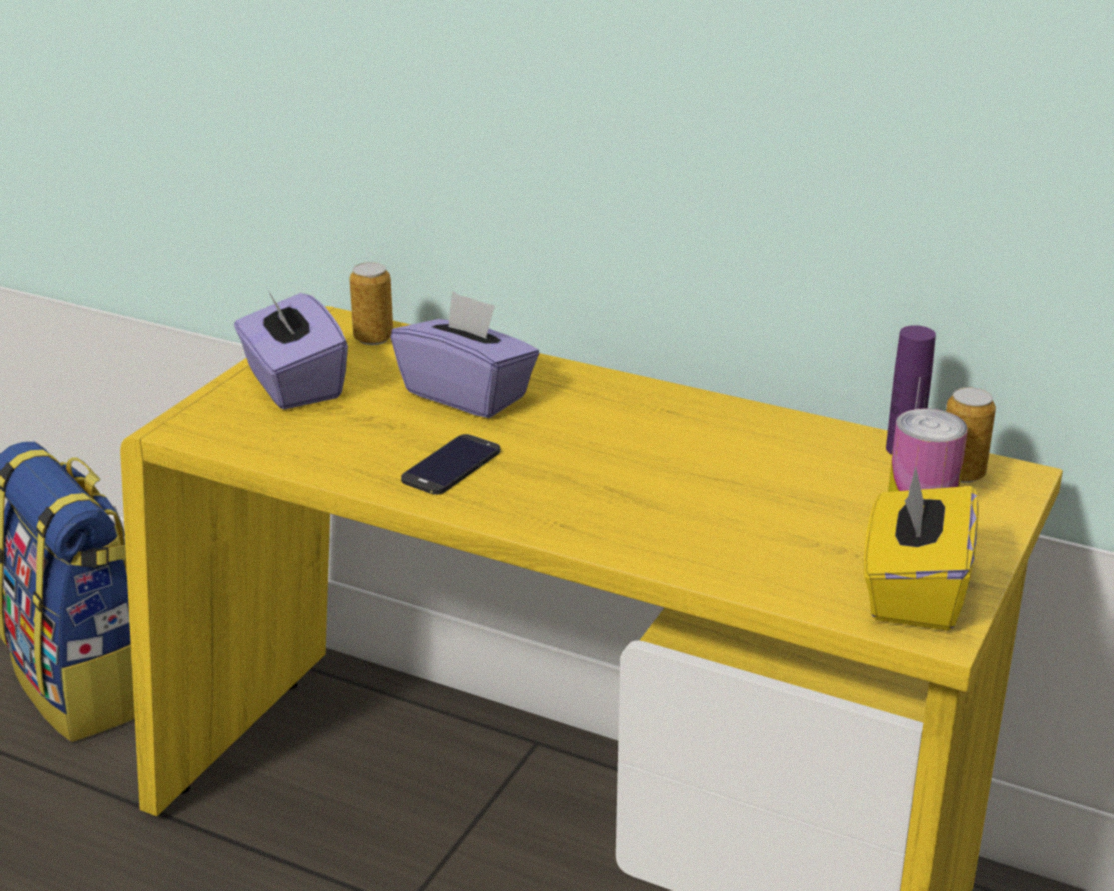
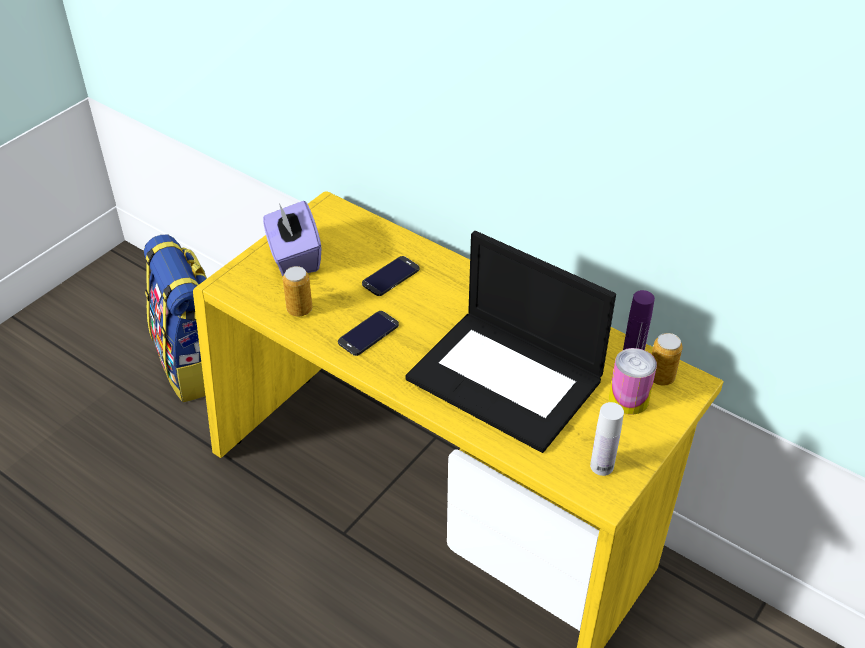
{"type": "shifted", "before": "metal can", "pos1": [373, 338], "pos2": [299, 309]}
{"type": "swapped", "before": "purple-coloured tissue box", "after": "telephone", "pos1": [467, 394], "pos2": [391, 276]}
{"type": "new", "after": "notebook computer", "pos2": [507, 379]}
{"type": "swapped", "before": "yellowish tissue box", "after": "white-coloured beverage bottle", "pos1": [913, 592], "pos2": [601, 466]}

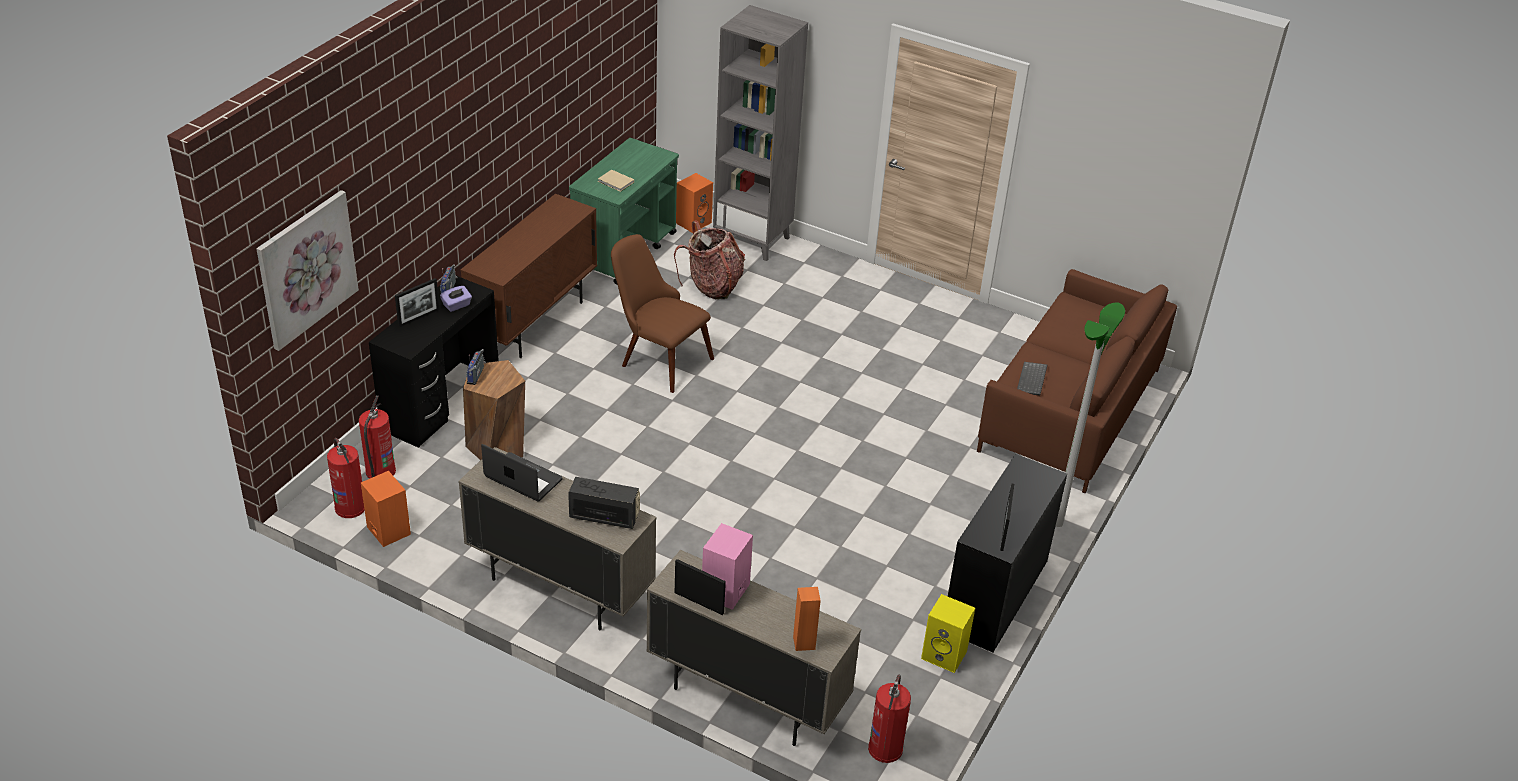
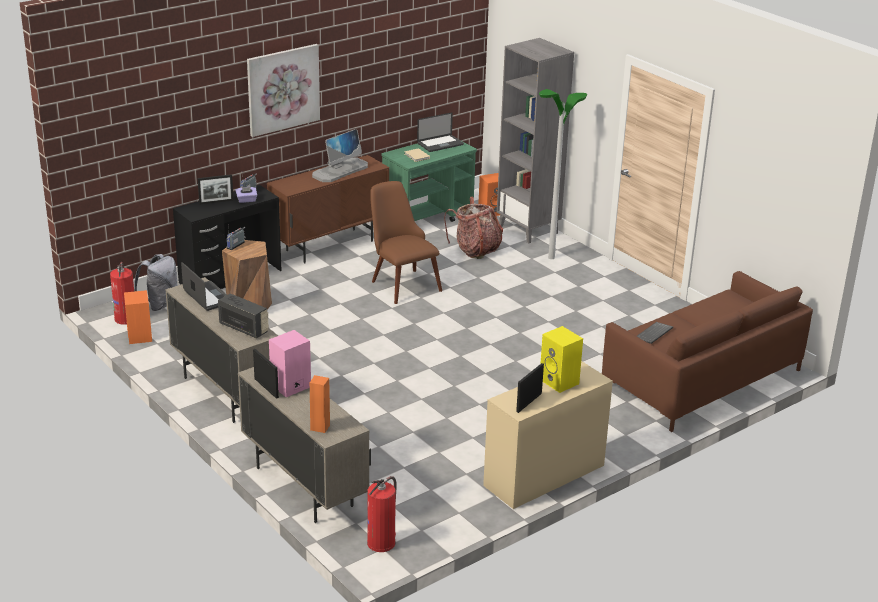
{"type": "swapped", "before": "fire-fighting cylinder", "after": "grey backpack", "pos1": [380, 472], "pos2": [160, 304]}
{"type": "shifted", "before": "picture", "pos1": [307, 269], "pos2": [283, 89]}
{"type": "new", "after": "computer display", "pos2": [340, 170]}
{"type": "new", "after": "notebook computer", "pos2": [440, 144]}
{"type": "repainted", "before": "black desk table", "after": "beige desk table", "pos1": [996, 595], "pos2": [544, 476]}
{"type": "shifted", "before": "floor lamp", "pos1": [1058, 523], "pos2": [551, 257]}
{"type": "shifted", "before": "yellowish loudspeaker", "pos1": [945, 655], "pos2": [560, 382]}

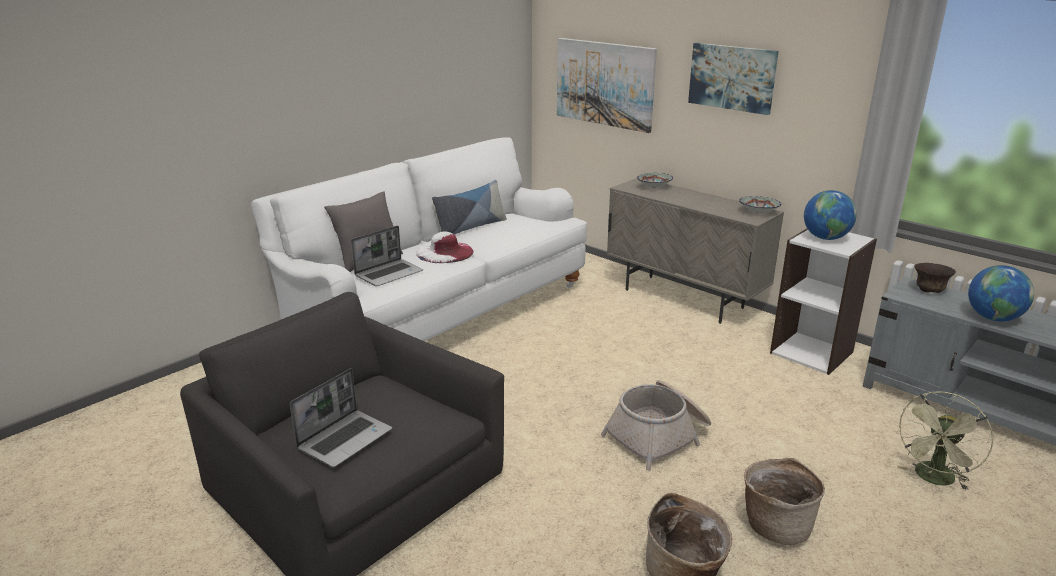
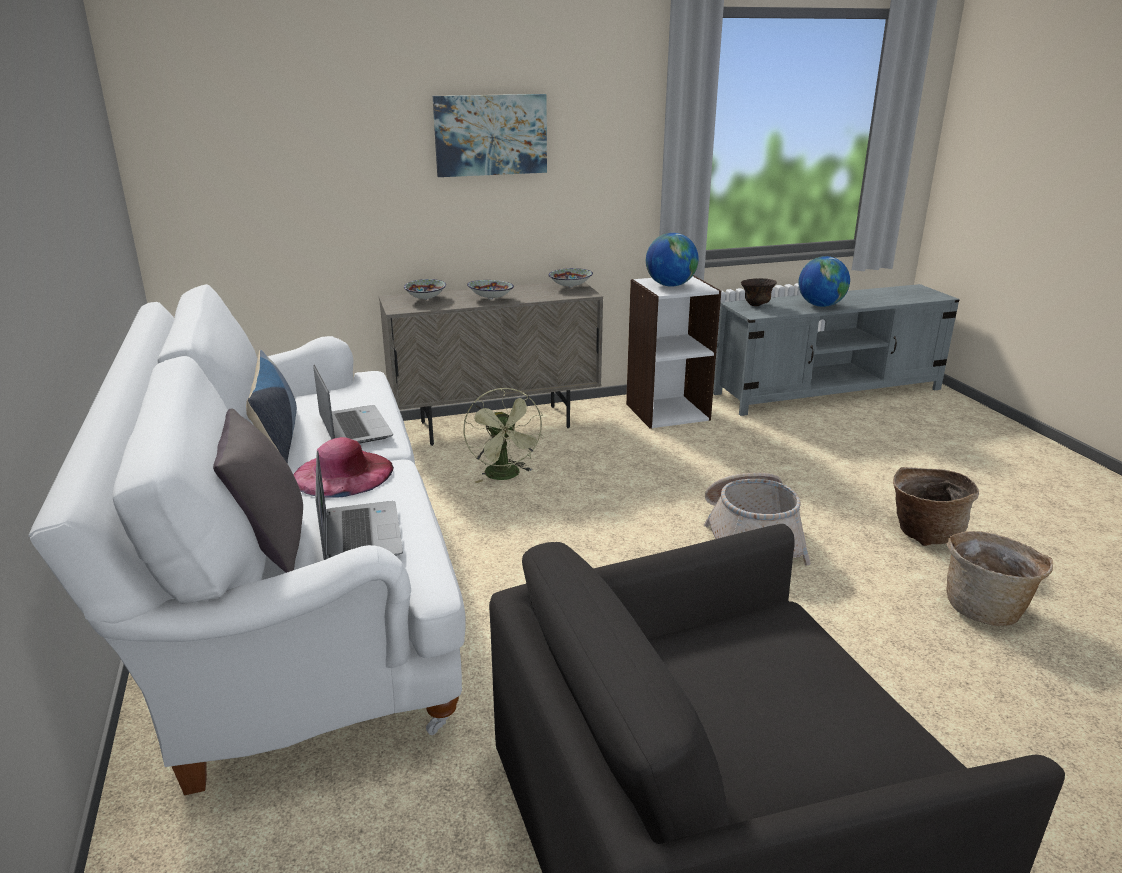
{"type": "repainted", "before": "white-coloured hat", "after": "pink-coloured hat", "pos1": [444, 252], "pos2": [343, 473]}
{"type": "shifted", "before": "notebook computer", "pos1": [345, 439], "pos2": [353, 427]}
{"type": "shifted", "before": "green cooling fan", "pos1": [933, 479], "pos2": [506, 476]}
{"type": "new", "after": "bowl", "pos2": [490, 298]}
{"type": "gone", "before": "picture", "pos1": [604, 83]}

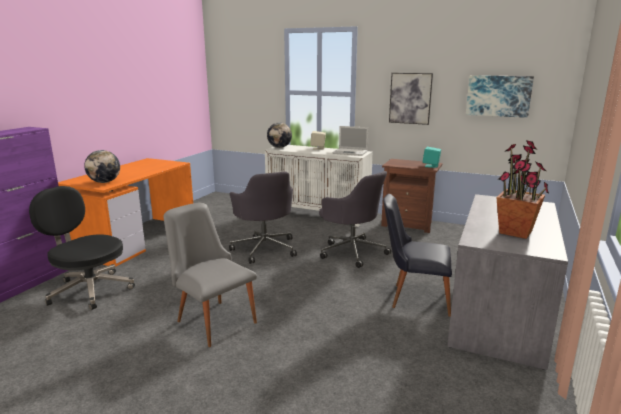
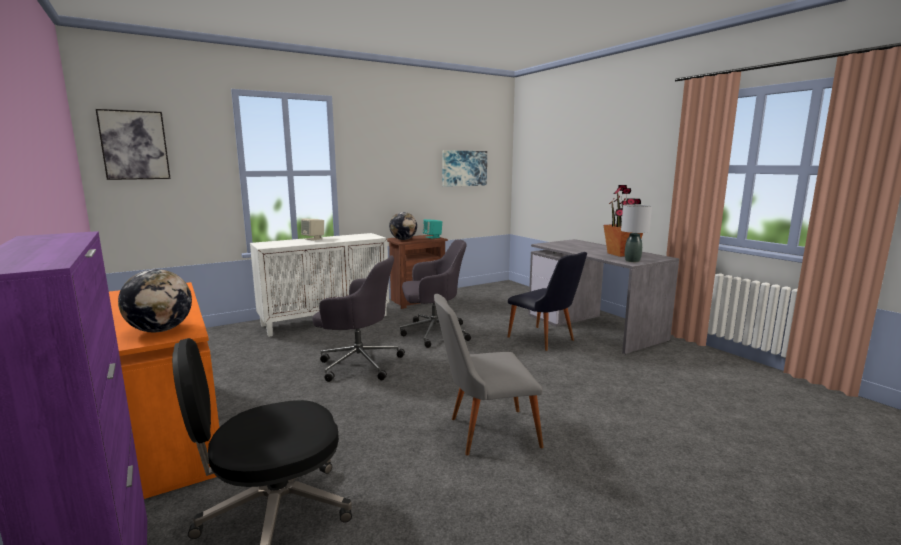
{"type": "shifted", "before": "picture", "pos1": [410, 98], "pos2": [134, 145]}
{"type": "shifted", "before": "desk globe", "pos1": [279, 147], "pos2": [403, 239]}
{"type": "rotated", "before": "black plain chair", "pos1": [414, 297], "pos2": [545, 340], "turn": -90}
{"type": "new", "after": "grey tabletop lamp", "pos2": [632, 261]}
{"type": "gone", "before": "notebook computer", "pos1": [351, 152]}

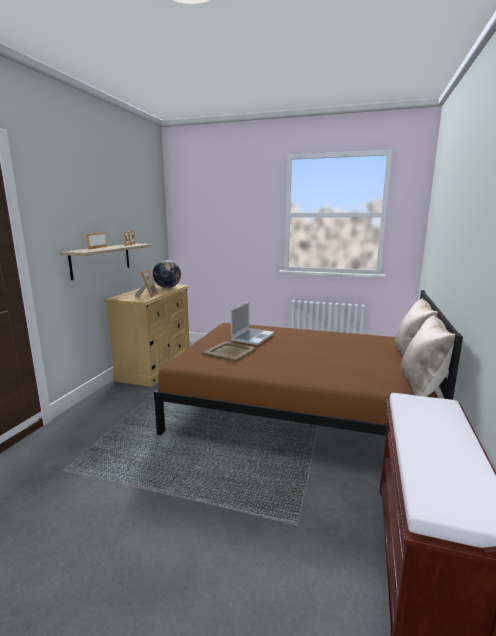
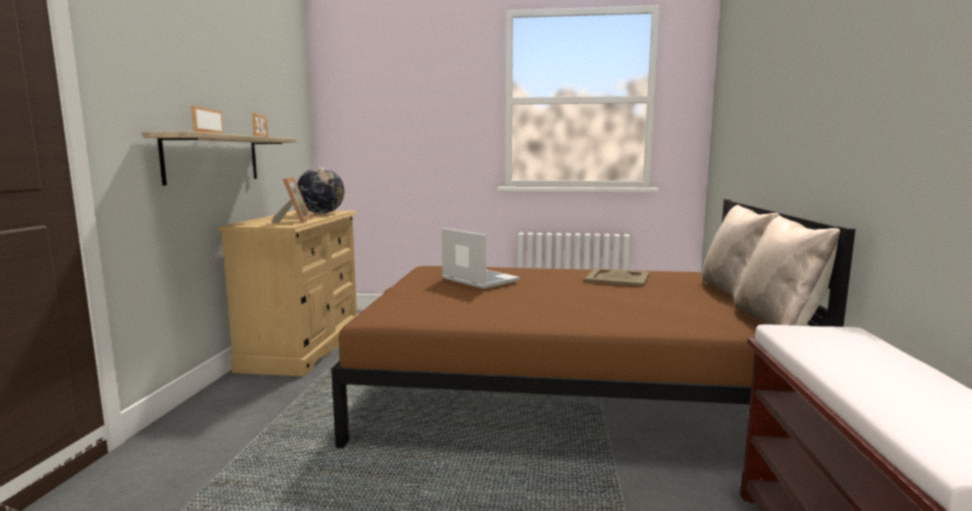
{"type": "rotated", "before": "notebook computer", "pos1": [252, 337], "pos2": [478, 280], "turn": -60}
{"type": "shifted", "before": "beige carrying tray", "pos1": [229, 351], "pos2": [617, 278]}

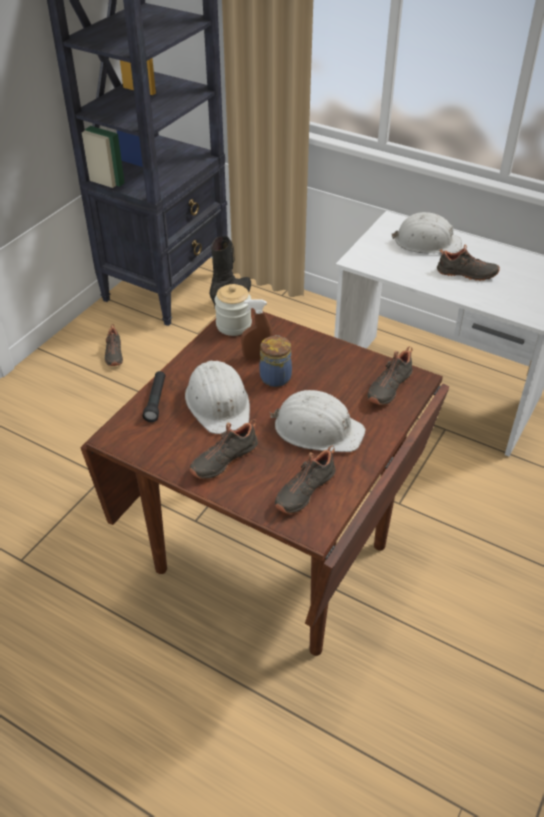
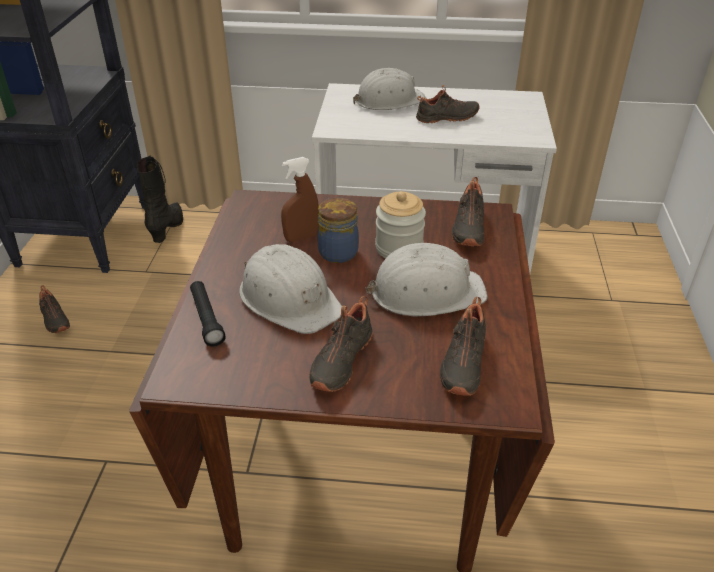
{"type": "shifted", "before": "jar", "pos1": [233, 325], "pos2": [399, 248]}

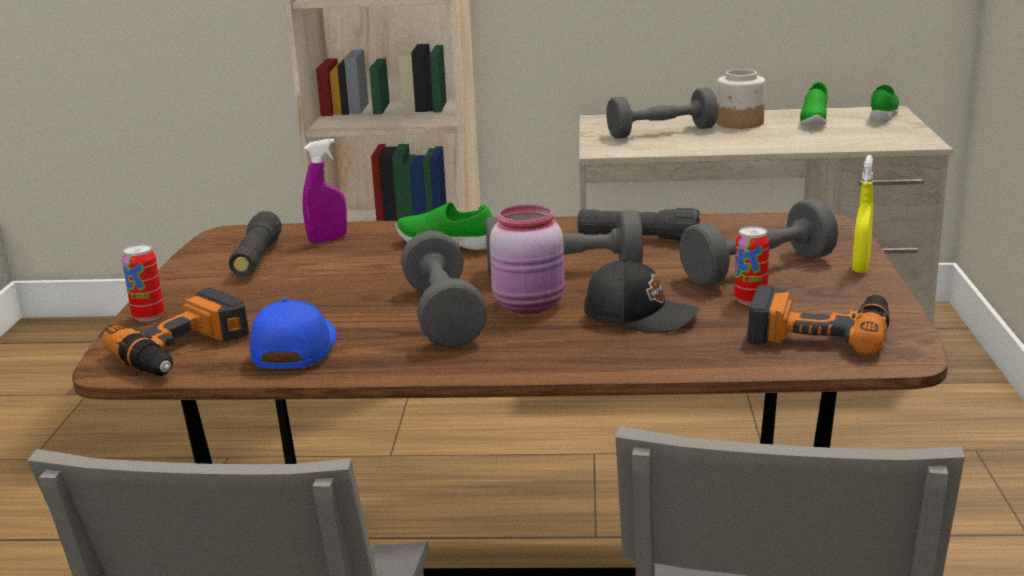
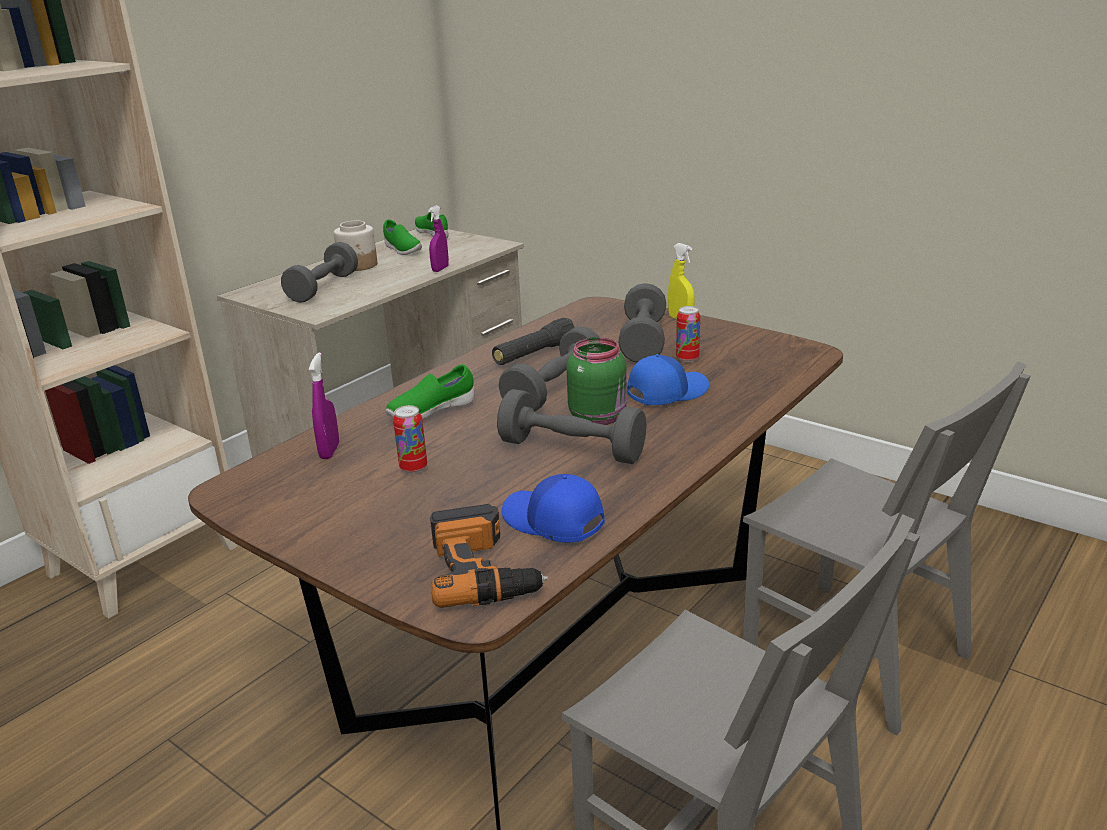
{"type": "shifted", "before": "metal can", "pos1": [148, 317], "pos2": [413, 468]}
{"type": "new", "after": "purple-coloured sprayer", "pos2": [440, 269]}
{"type": "repainted", "before": "pink-coloured jar", "after": "green jar", "pos1": [531, 306], "pos2": [599, 417]}
{"type": "repainted", "before": "black cap", "after": "blue cap", "pos1": [640, 315], "pos2": [665, 392]}
{"type": "gone", "before": "black torch", "pos1": [256, 259]}
{"type": "gone", "before": "power drill", "pos1": [819, 332]}

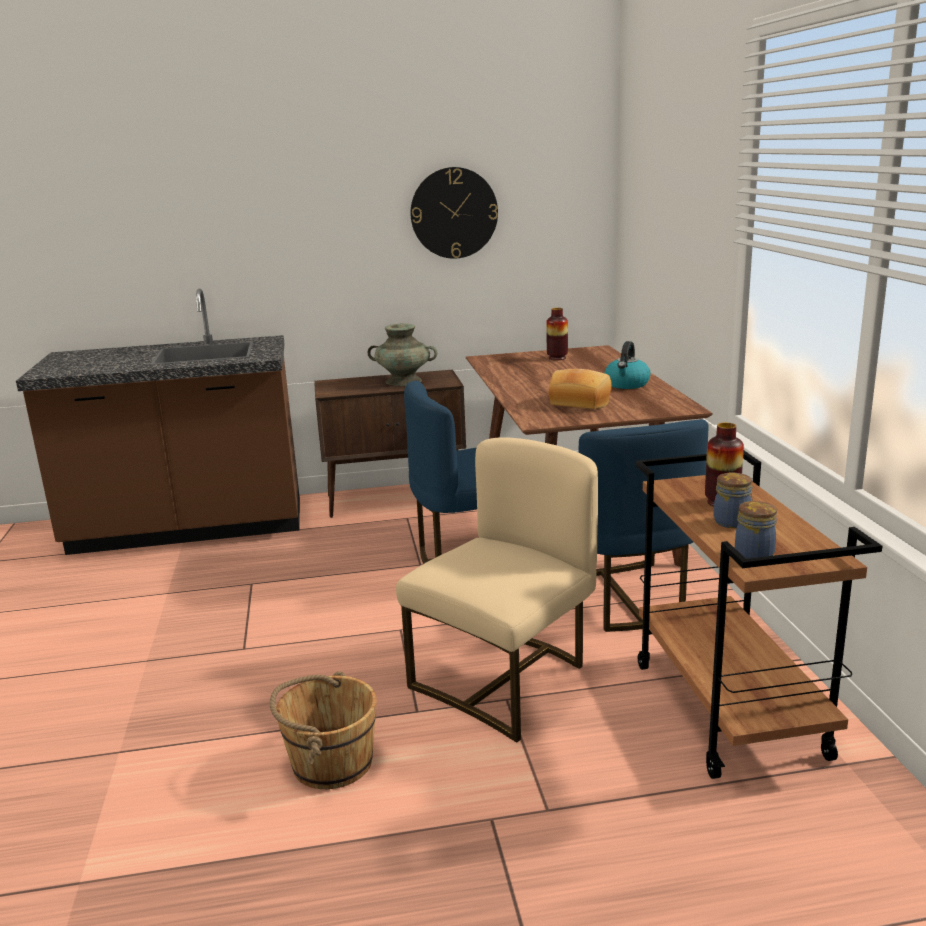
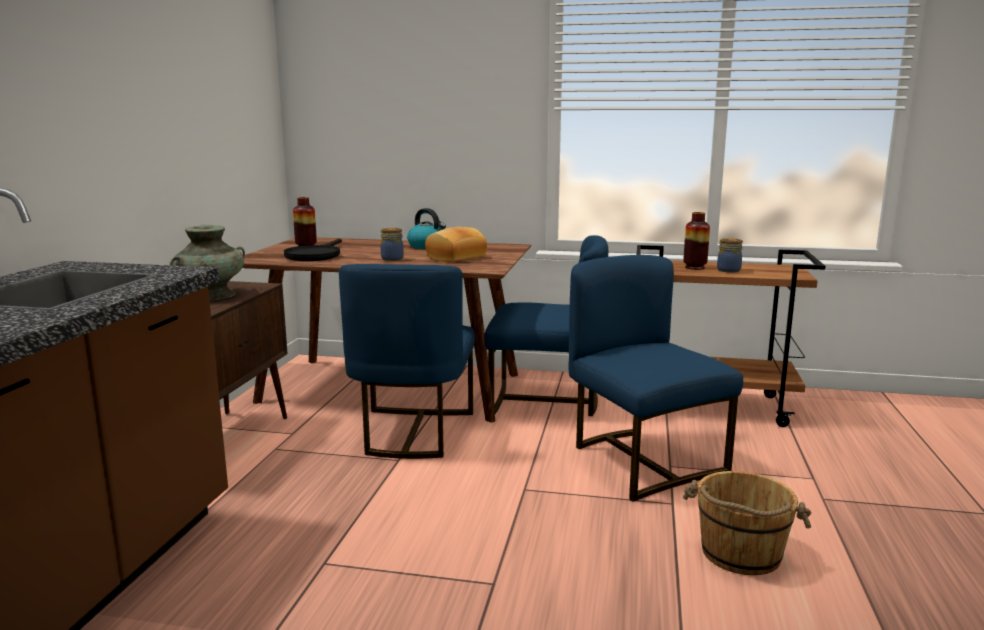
{"type": "new", "after": "black skillet", "pos2": [315, 255]}
{"type": "shifted", "before": "jar", "pos1": [755, 554], "pos2": [392, 259]}
{"type": "repainted", "before": "beige plain chair", "after": "blue plain chair", "pos1": [506, 680], "pos2": [643, 461]}
{"type": "gone", "before": "hanging clock", "pos1": [454, 213]}

